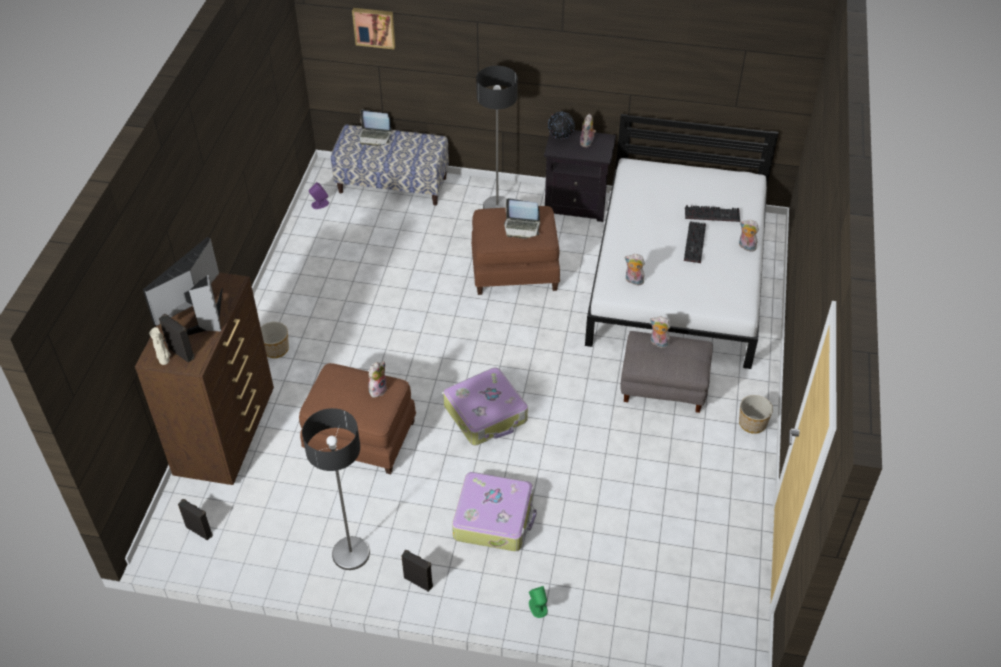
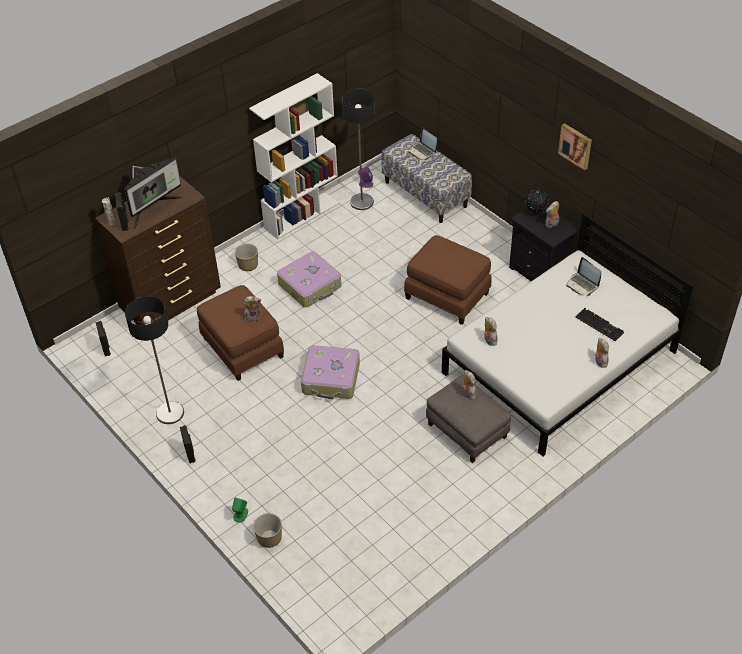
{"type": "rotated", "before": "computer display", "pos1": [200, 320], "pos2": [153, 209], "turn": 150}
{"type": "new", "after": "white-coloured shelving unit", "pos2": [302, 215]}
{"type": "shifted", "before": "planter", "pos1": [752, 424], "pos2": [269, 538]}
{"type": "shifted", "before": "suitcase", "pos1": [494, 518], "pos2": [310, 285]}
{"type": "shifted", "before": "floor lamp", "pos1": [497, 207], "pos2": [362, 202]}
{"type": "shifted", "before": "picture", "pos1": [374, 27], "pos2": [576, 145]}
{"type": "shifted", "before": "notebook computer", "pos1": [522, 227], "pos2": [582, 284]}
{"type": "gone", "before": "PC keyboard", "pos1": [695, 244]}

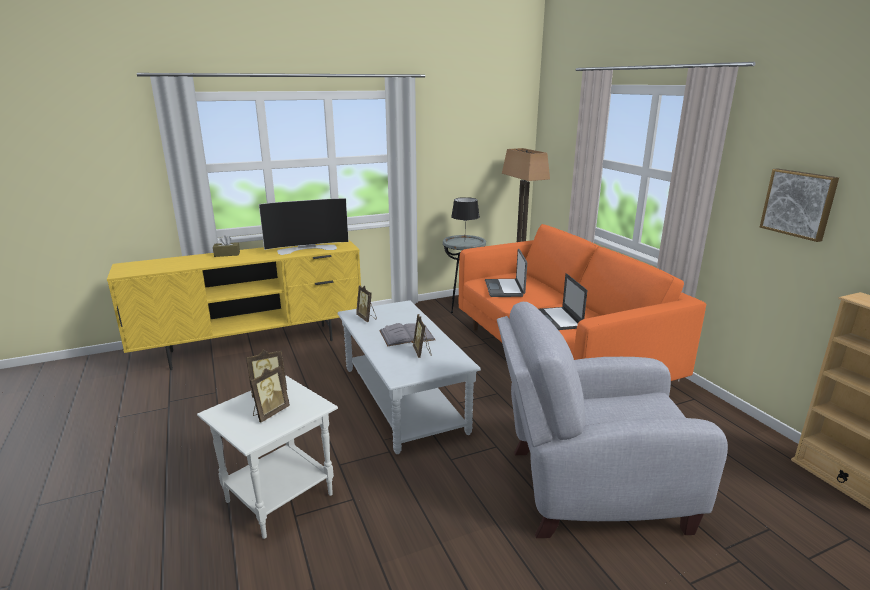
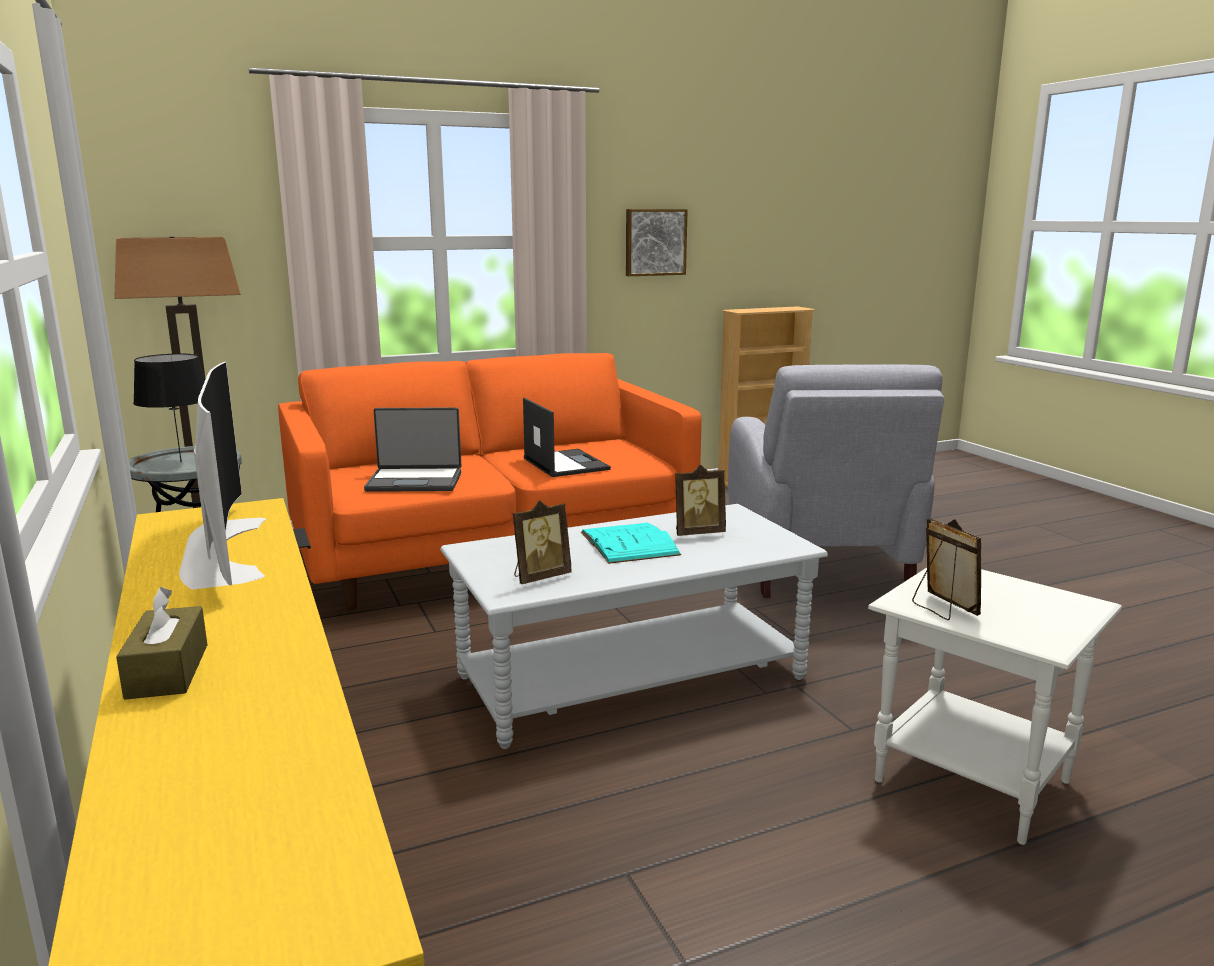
{"type": "rotated", "before": "notebook computer", "pos1": [555, 319], "pos2": [565, 463], "turn": -105}
{"type": "repainted", "before": "grey bound book", "after": "blue-green bound book", "pos1": [406, 335], "pos2": [629, 543]}
{"type": "gone", "before": "standing frame", "pos1": [270, 413]}

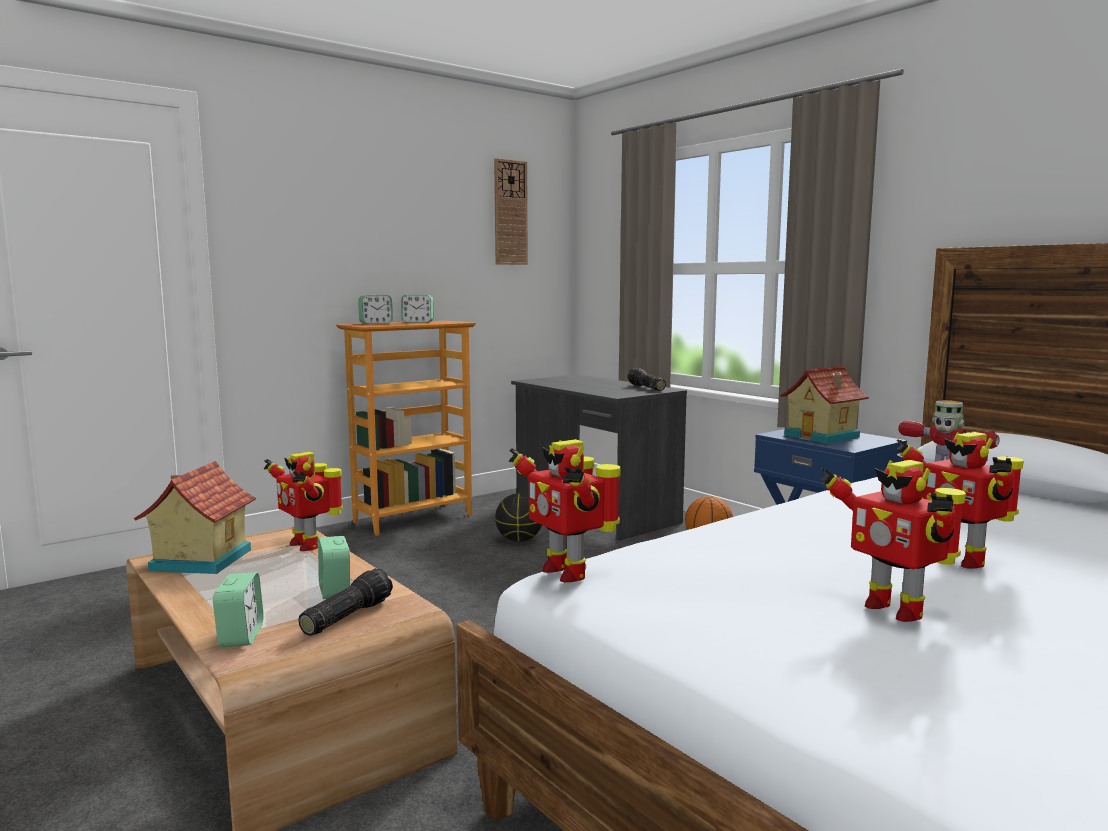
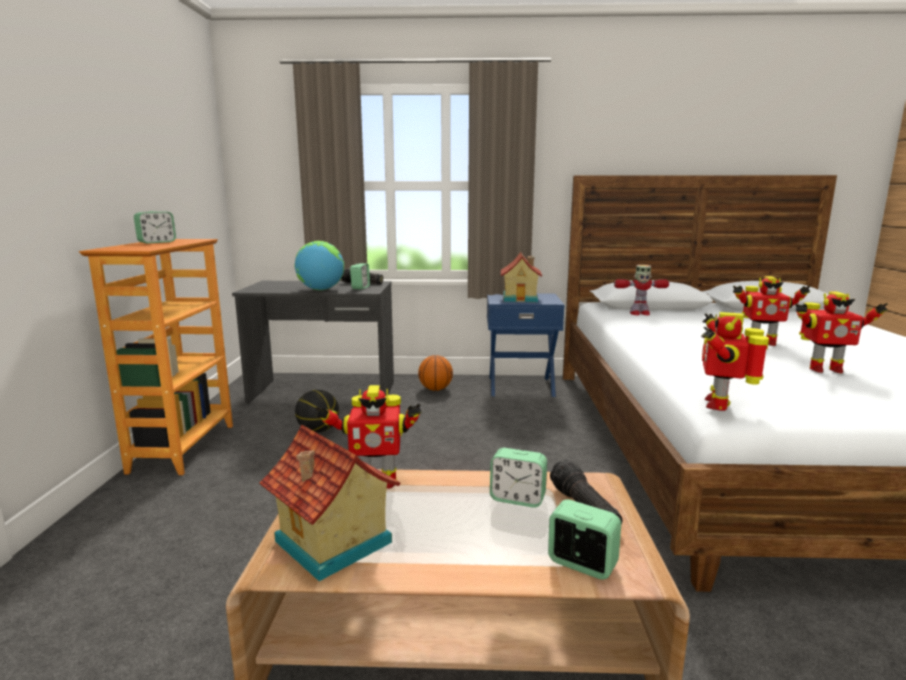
{"type": "new", "after": "desk globe", "pos2": [320, 289]}
{"type": "shifted", "before": "table clock", "pos1": [376, 323], "pos2": [360, 287]}
{"type": "rotated", "before": "model robot", "pos1": [567, 571], "pos2": [720, 404], "turn": 105}
{"type": "gone", "before": "hanging clock", "pos1": [510, 213]}

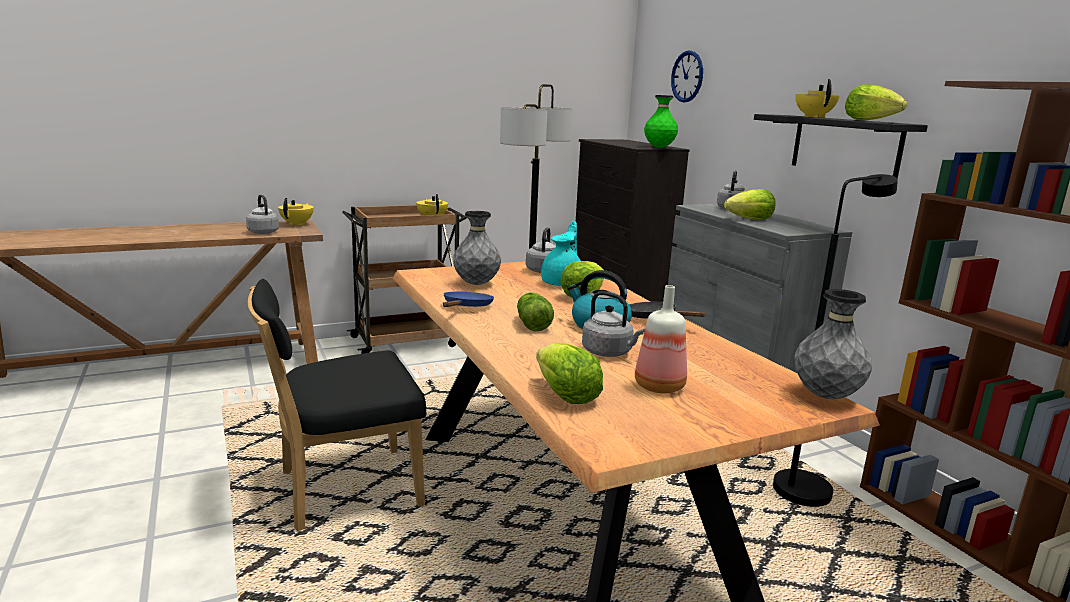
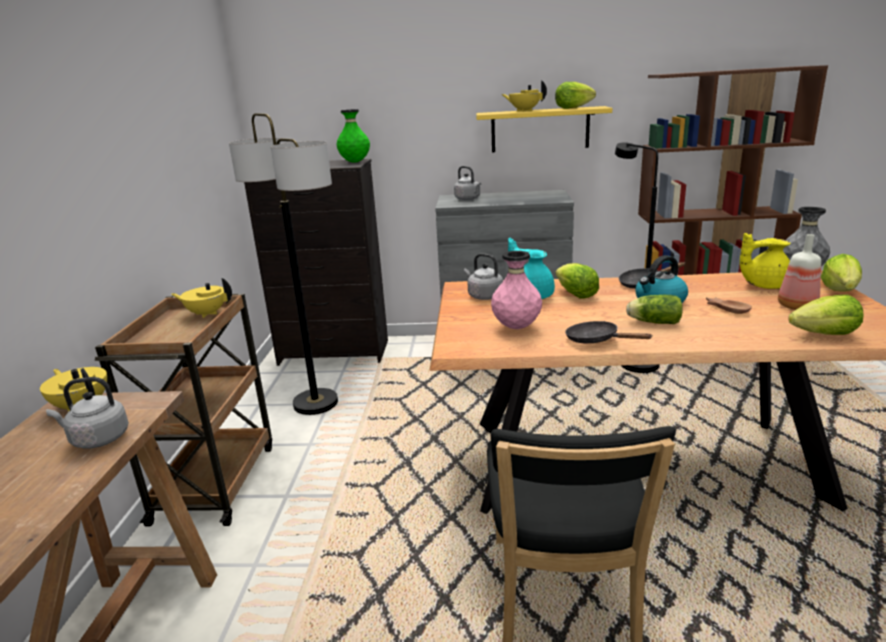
{"type": "repainted", "before": "black bracket shelf", "after": "yellowish bracket shelf", "pos1": [845, 146], "pos2": [540, 129]}
{"type": "repainted", "before": "grey decorative vase", "after": "pink-coloured decorative vase", "pos1": [476, 284], "pos2": [516, 327]}
{"type": "repainted", "before": "blue skillet", "after": "black skillet", "pos1": [466, 307], "pos2": [596, 340]}
{"type": "swapped", "before": "grey kettle", "after": "brown bowl", "pos1": [609, 353], "pos2": [727, 308]}
{"type": "new", "after": "yellowish pot for tea", "pos2": [763, 285]}
{"type": "shifted", "before": "lettuce", "pos1": [750, 220], "pos2": [840, 291]}
{"type": "gone", "before": "hanging clock", "pos1": [687, 76]}

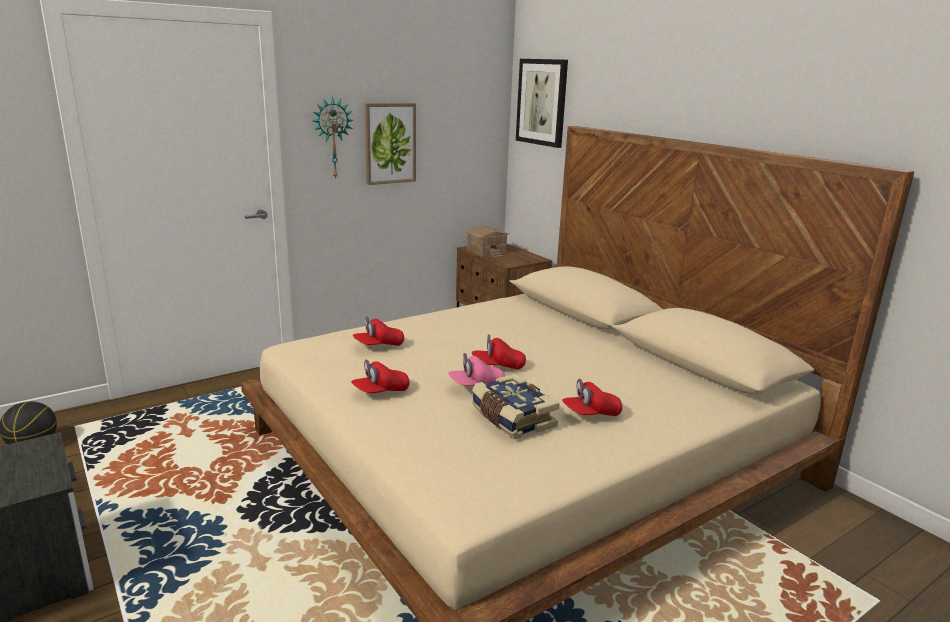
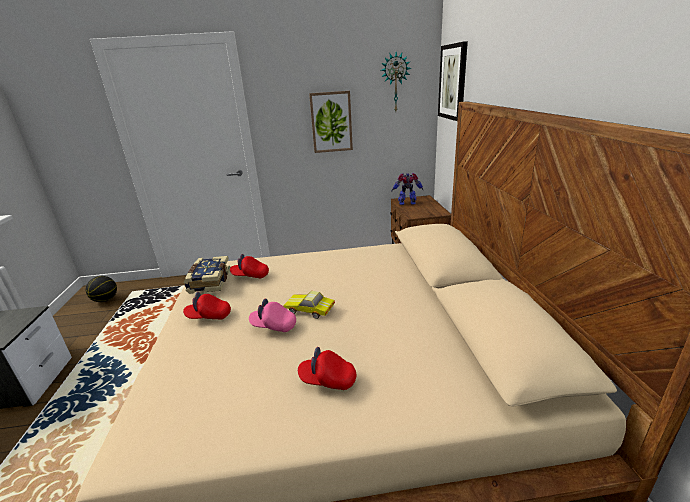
{"type": "shifted", "before": "bound book", "pos1": [511, 418], "pos2": [209, 282]}
{"type": "swapped", "before": "red cap", "after": "toy car", "pos1": [498, 366], "pos2": [309, 310]}
{"type": "shifted", "before": "hanging clock", "pos1": [332, 138], "pos2": [395, 83]}
{"type": "swapped", "before": "model house", "after": "model robot", "pos1": [485, 251], "pos2": [407, 203]}

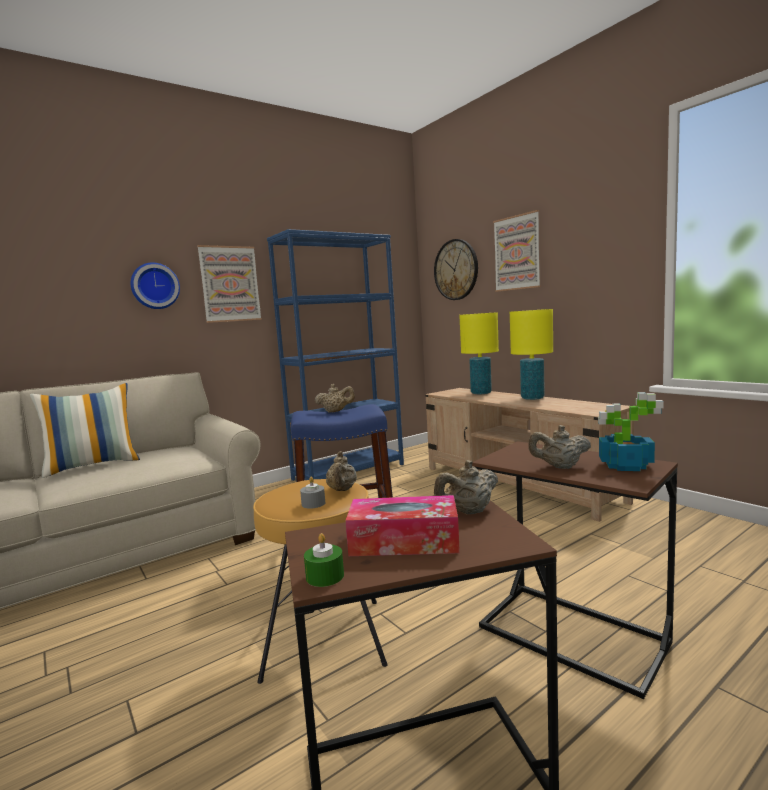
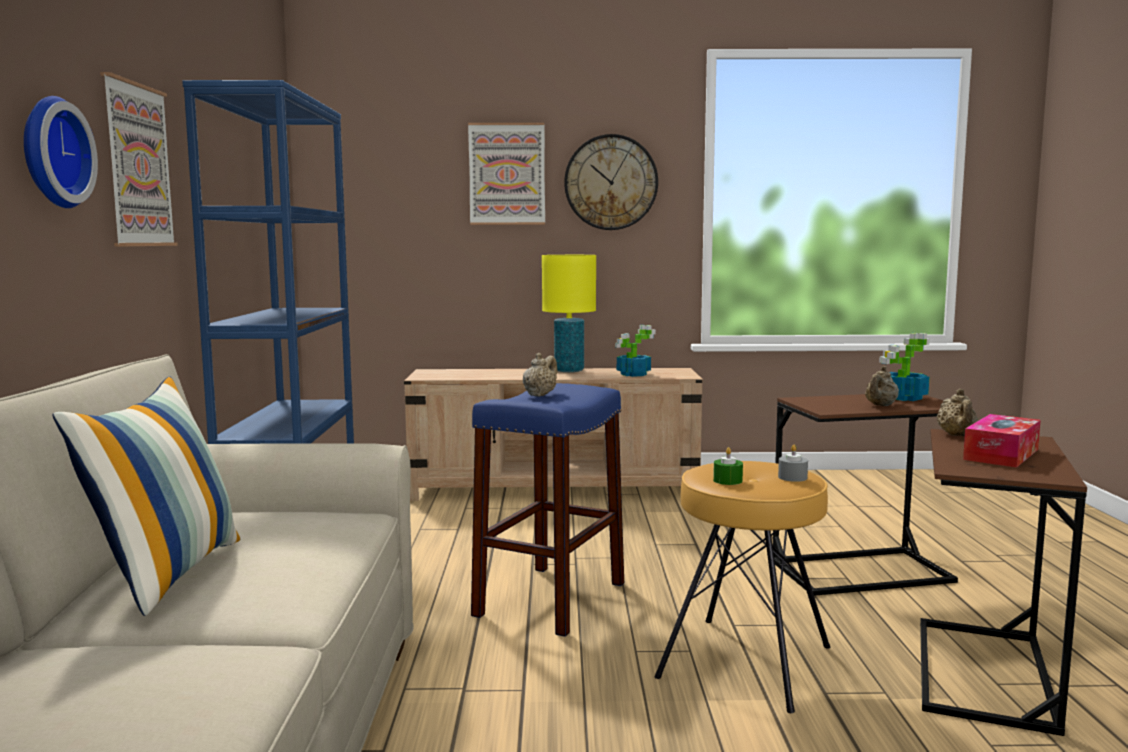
{"type": "shifted", "before": "hanging clock", "pos1": [456, 270], "pos2": [611, 182]}
{"type": "new", "after": "houseplant", "pos2": [633, 374]}
{"type": "shifted", "before": "green wax candle", "pos1": [325, 576], "pos2": [727, 480]}
{"type": "gone", "before": "beige pot for tea", "pos1": [342, 490]}
{"type": "gone", "before": "yellowish tabletop lamp", "pos1": [481, 393]}

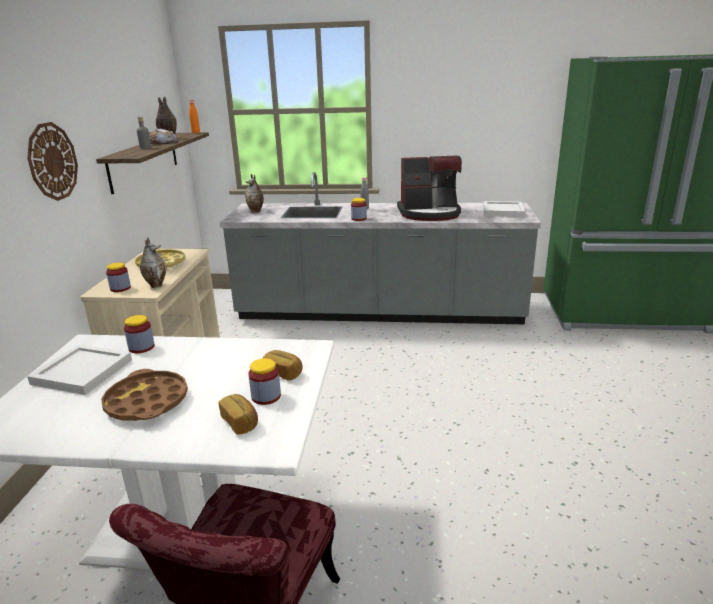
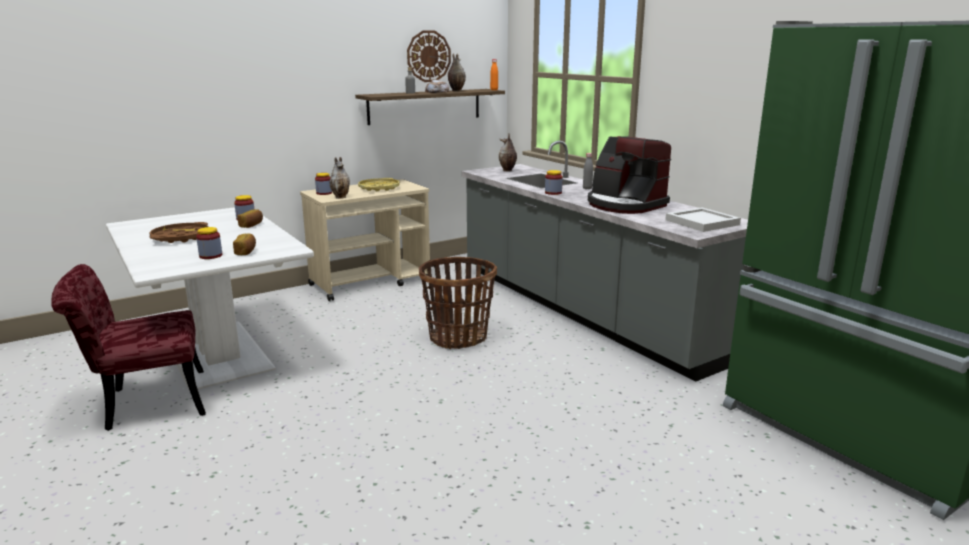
{"type": "shifted", "before": "bakery bread", "pos1": [241, 422], "pos2": [252, 225]}
{"type": "shifted", "before": "hanging clock", "pos1": [52, 161], "pos2": [428, 56]}
{"type": "new", "after": "storage basket", "pos2": [458, 338]}
{"type": "gone", "before": "white-coloured carrying tray", "pos1": [84, 371]}

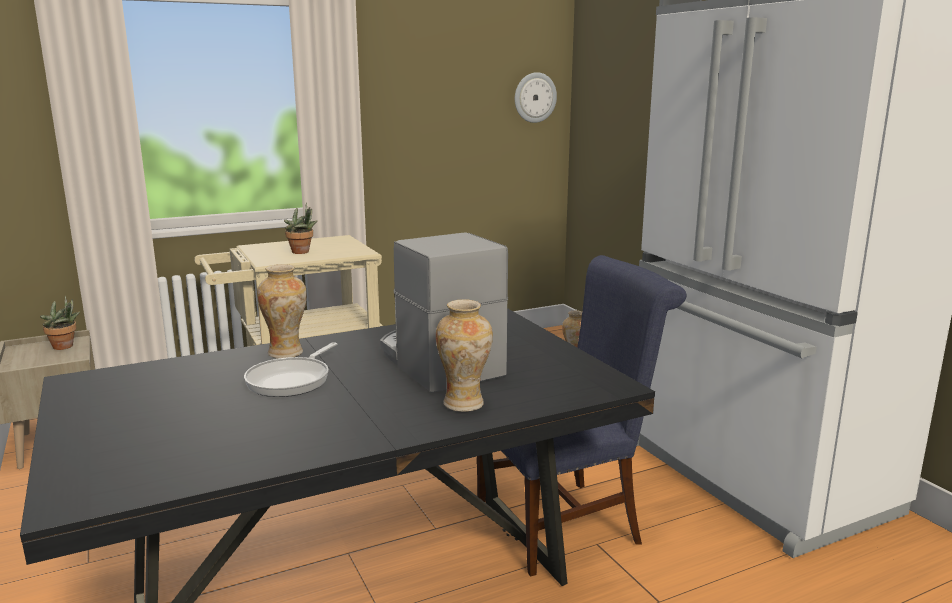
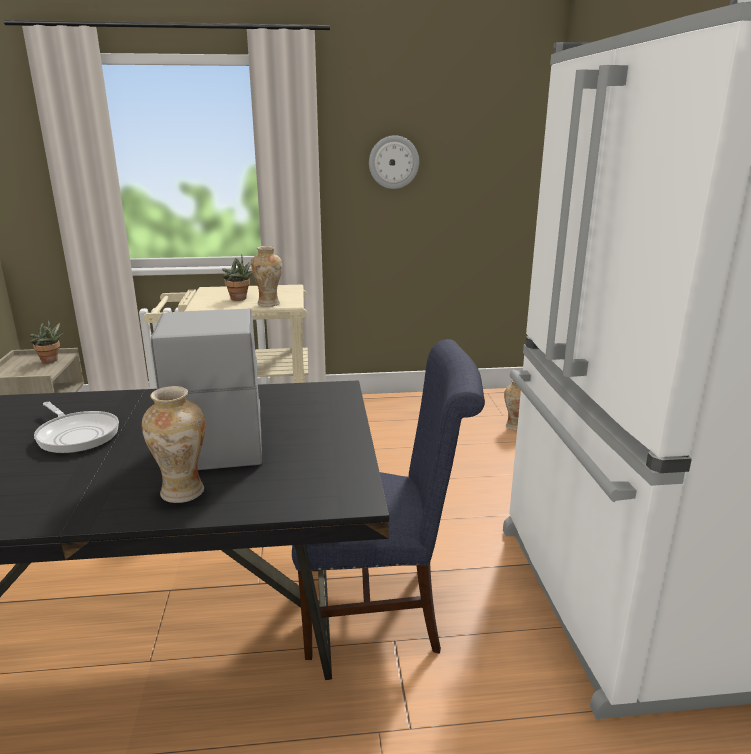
{"type": "rotated", "before": "skillet", "pos1": [292, 380], "pos2": [77, 435], "turn": -90}
{"type": "shifted", "before": "decorative vase", "pos1": [286, 353], "pos2": [269, 304]}
{"type": "shifted", "before": "hanging clock", "pos1": [534, 97], "pos2": [393, 162]}

